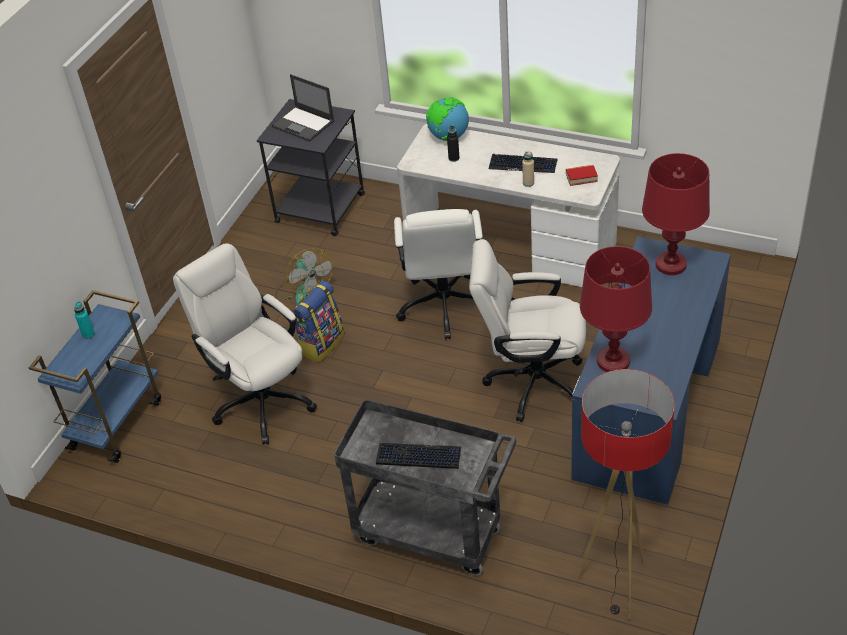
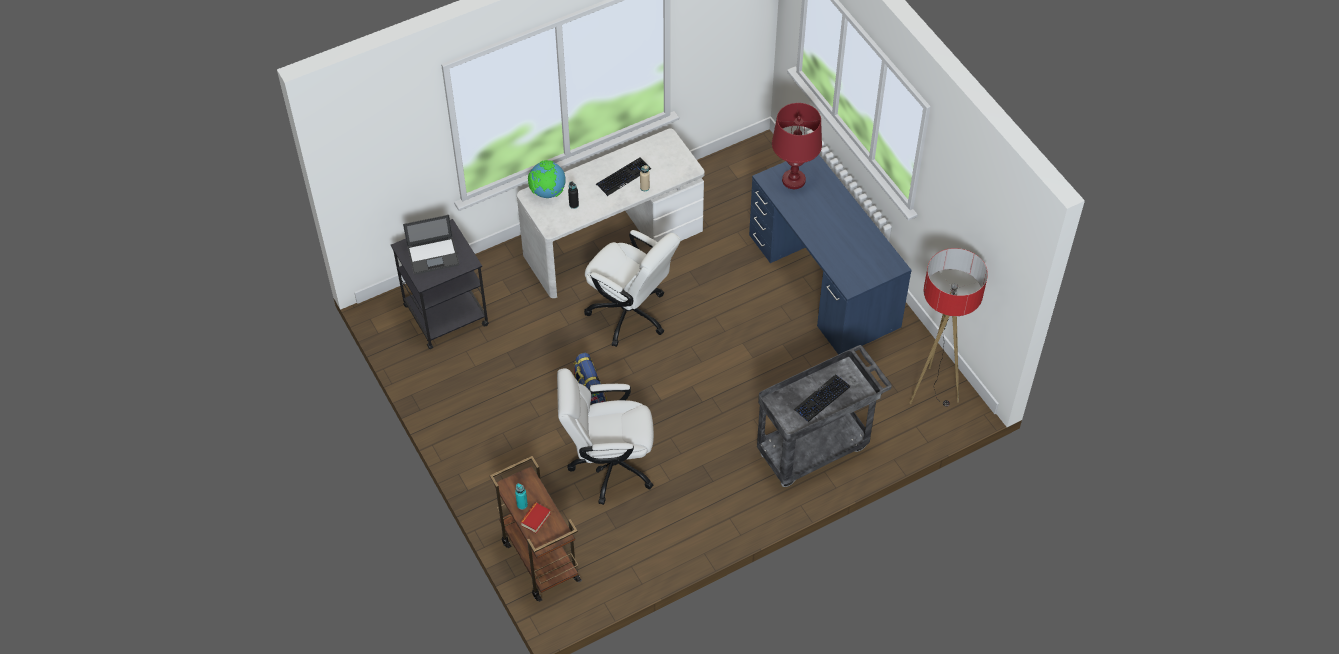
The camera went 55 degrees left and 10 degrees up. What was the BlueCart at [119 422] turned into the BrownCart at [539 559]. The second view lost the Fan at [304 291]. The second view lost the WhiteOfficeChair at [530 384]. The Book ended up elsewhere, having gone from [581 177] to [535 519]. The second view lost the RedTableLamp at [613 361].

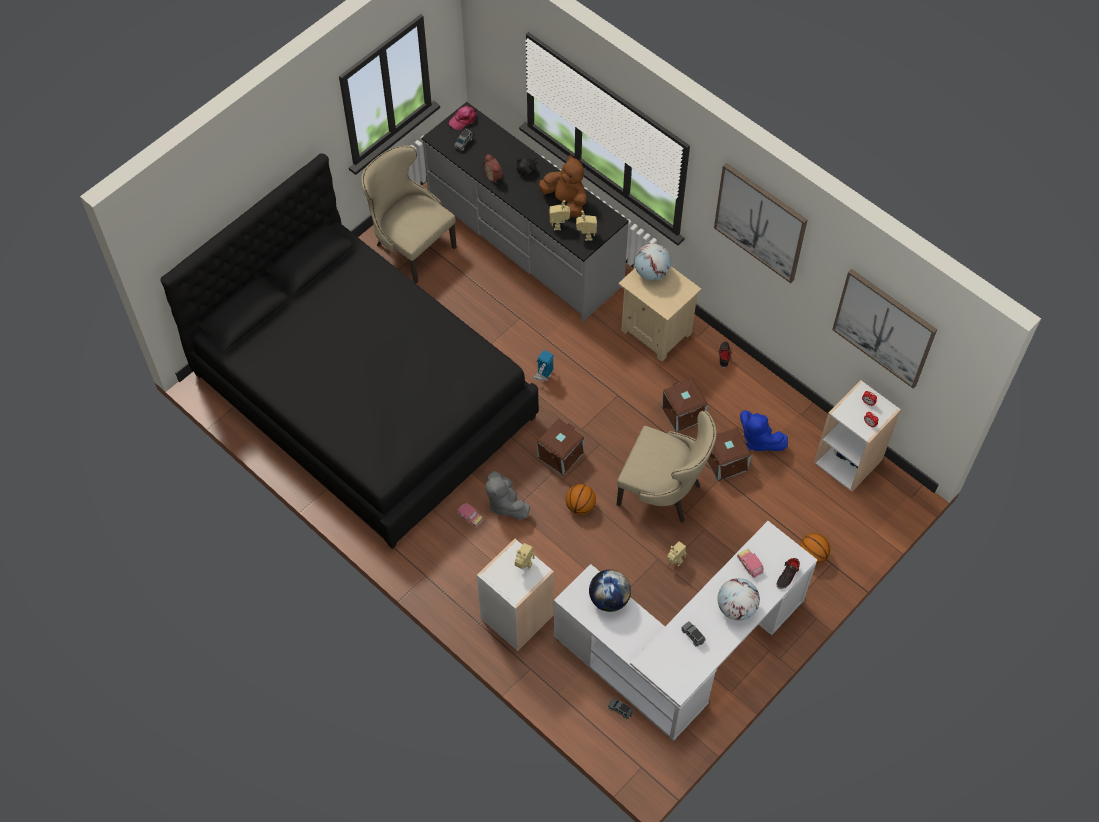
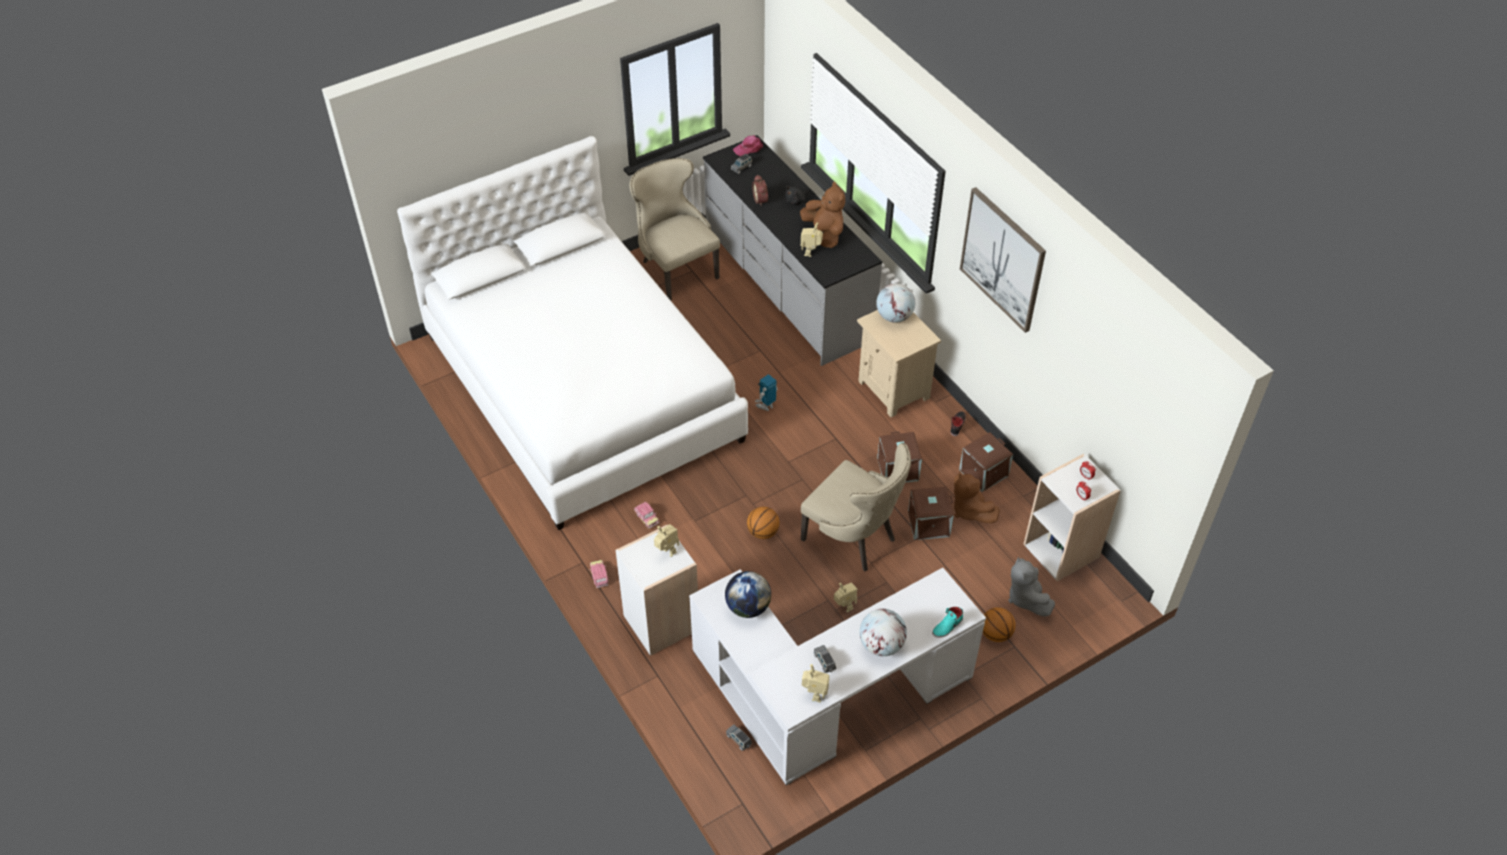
The camera went 15 degrees right and 10 degrees down. What was the BlackBed at [364 395] turned into the WhiteBed at [582 387]. The GreyPlushToy ended up elsewhere, having gone from [505 503] to [1026 598]. The BrownStorageBox ended up elsewhere, having gone from [561 456] to [984 473]. The ToyRobot ended up elsewhere, having gone from [586 236] to [814 694]. The ToyCar ended up elsewhere, having gone from [750 565] to [599 576]. What was the BluePlushToy at [758 440] turned into the BrownPlushToy at [969 510]. What was the BlackShoe at [787 576] turned into the TurquoiseShoe at [947 626]. The second view lost the Picture at [884 328].

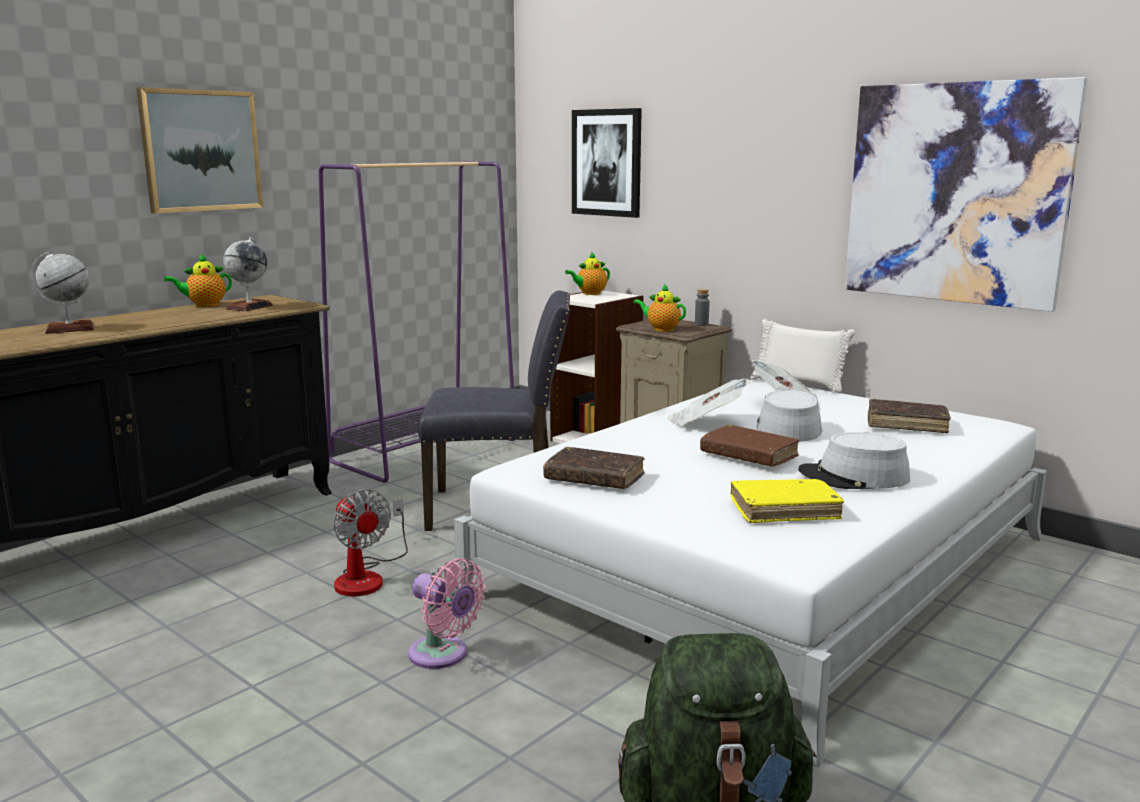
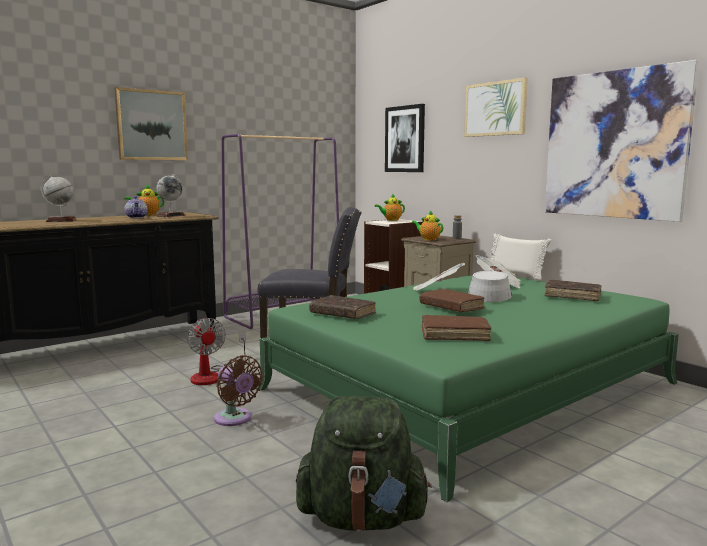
The camera went 10 degrees right and 5 degrees down. What was the PinkFan at [443 655] turned into the BrownFan at [235 419]. What was the WhiteBed at [766 566] turned into the GreenBed at [470 386]. What was the YellowBook at [784 510] turned into the BrownBook at [454 335]. The second view lost the GreyHat at [854 477]. The second view gained the Teapot at [137 217]. The second view gained the Picture at [495 109].

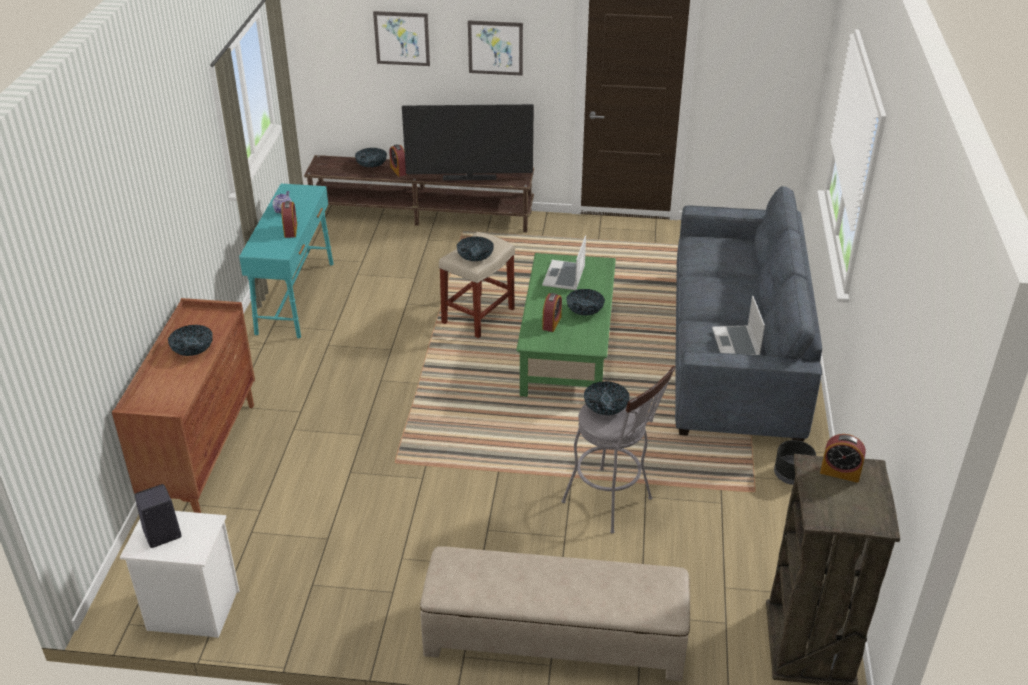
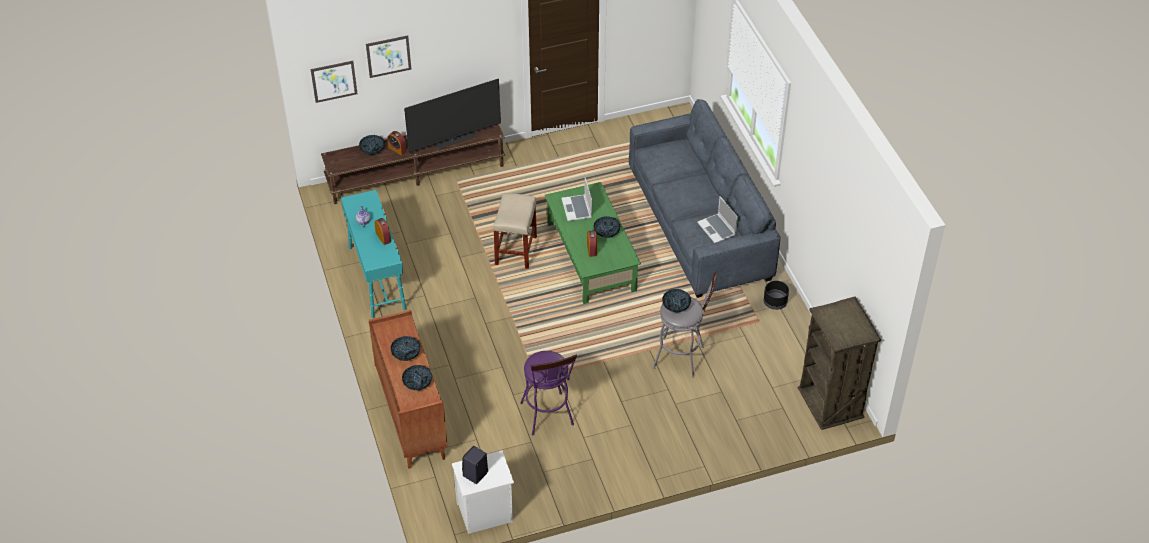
The camera went 25 degrees left and 10 degrees up. The second view lost the BeigeBench at [553 637]. The Bowl ended up elsewhere, having gone from [475 257] to [417 383]. The Picture ended up elsewhere, having gone from [495 48] to [334 81]. The second view lost the AlarmClock at [840 472]. The second view gained the PurpleStool at [548 417].

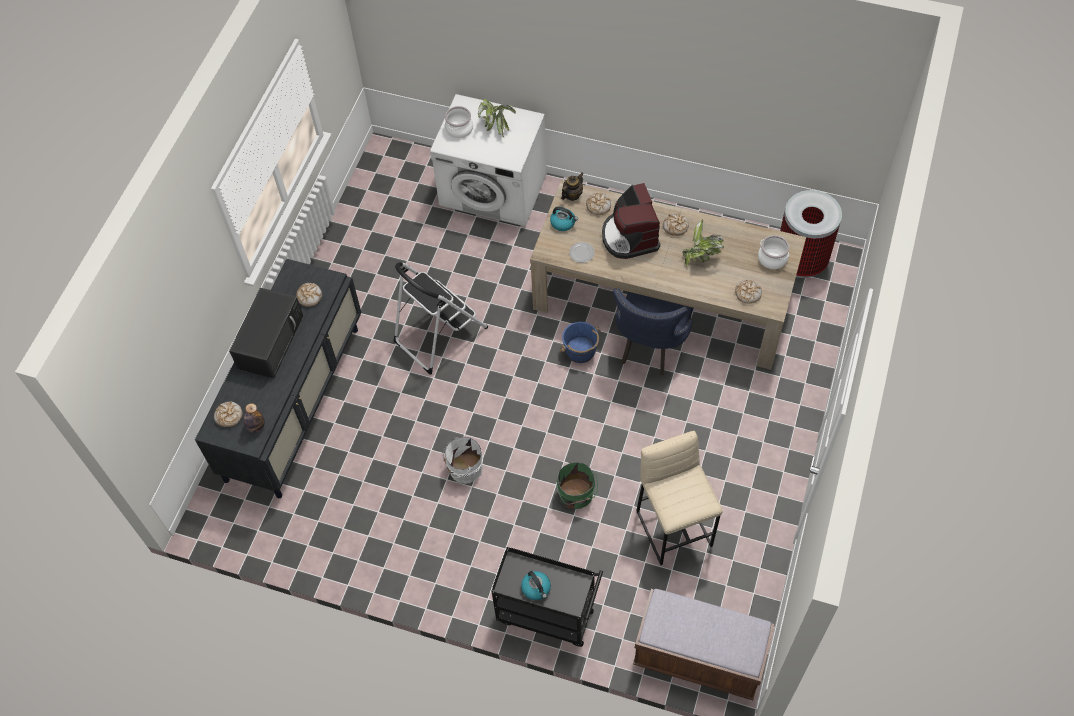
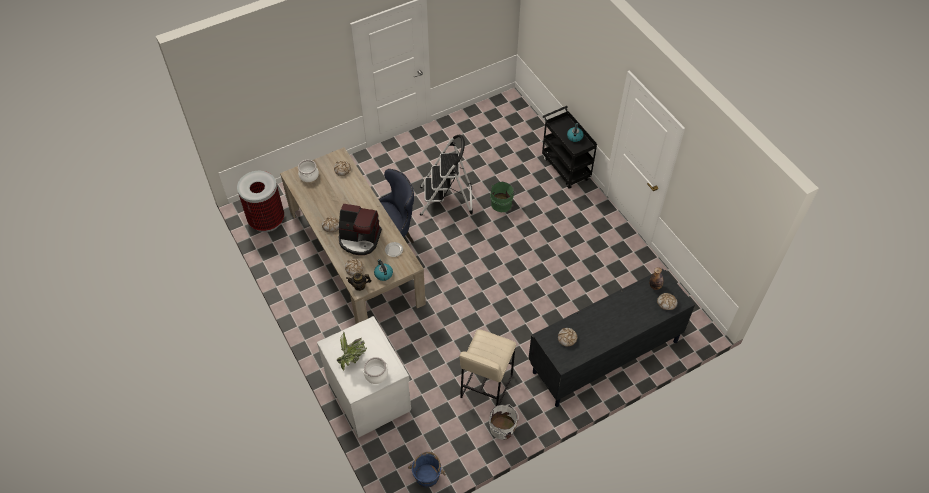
The camera went 140 degrees left and 5 degrees down. The second view lost the BlackMicrowave at [271 340]. The StepLadder ended up elsewhere, having gone from [438 335] to [447 200]. The WhiteBucket ended up elsewhere, having gone from [464 469] to [503 428]. The BlueBucket ended up elsewhere, having gone from [580 351] to [427 475]. The CoffeeMachine at [629 236] ended up facing another way, 75 degrees clockwise from before. The second view lost the BrownBench at [698 657]. The BeigeStool ended up elsewhere, having gone from [673 527] to [486 387]. The second view lost the PottedPlant at [702 256].

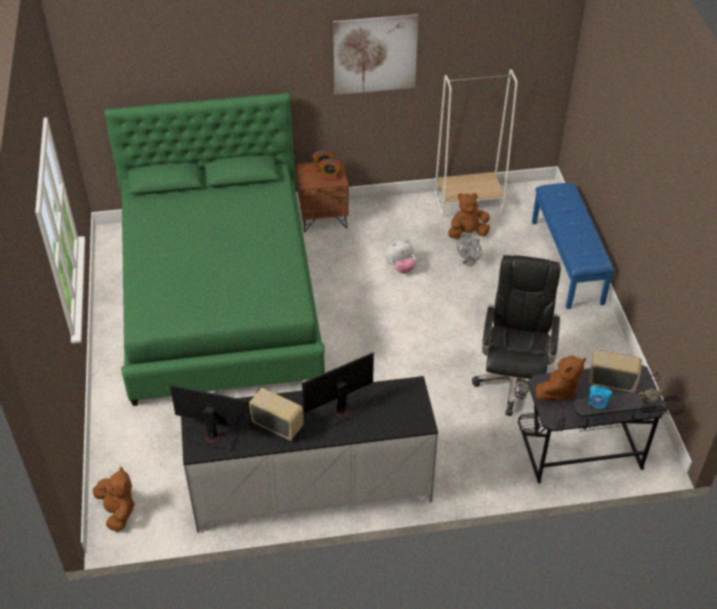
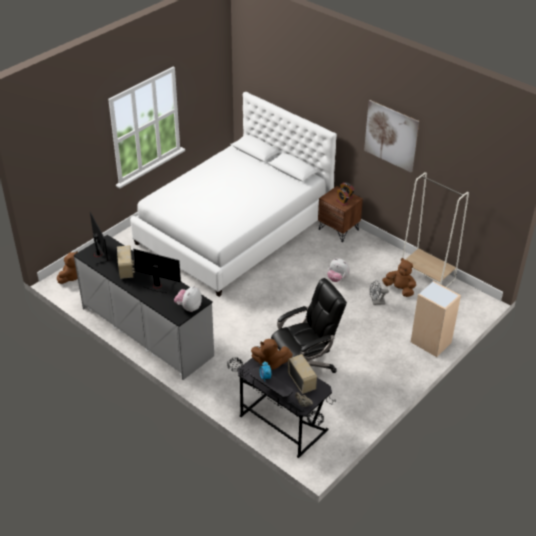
The camera went 50 degrees right and 5 degrees down. What was the GreenBed at [220 298] turned into the WhiteBed at [235 229]. Where the BlueBench stood at [567 262], the Bookcase came to stand at [431 342]. The second view gained the PlushToy at [189 307].

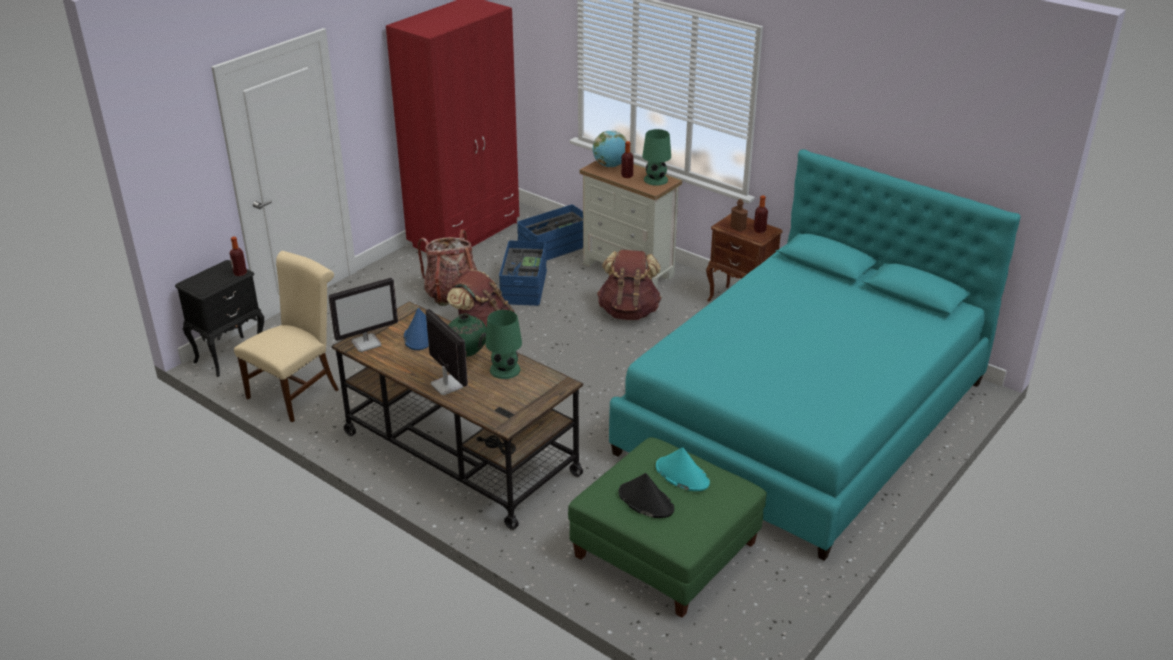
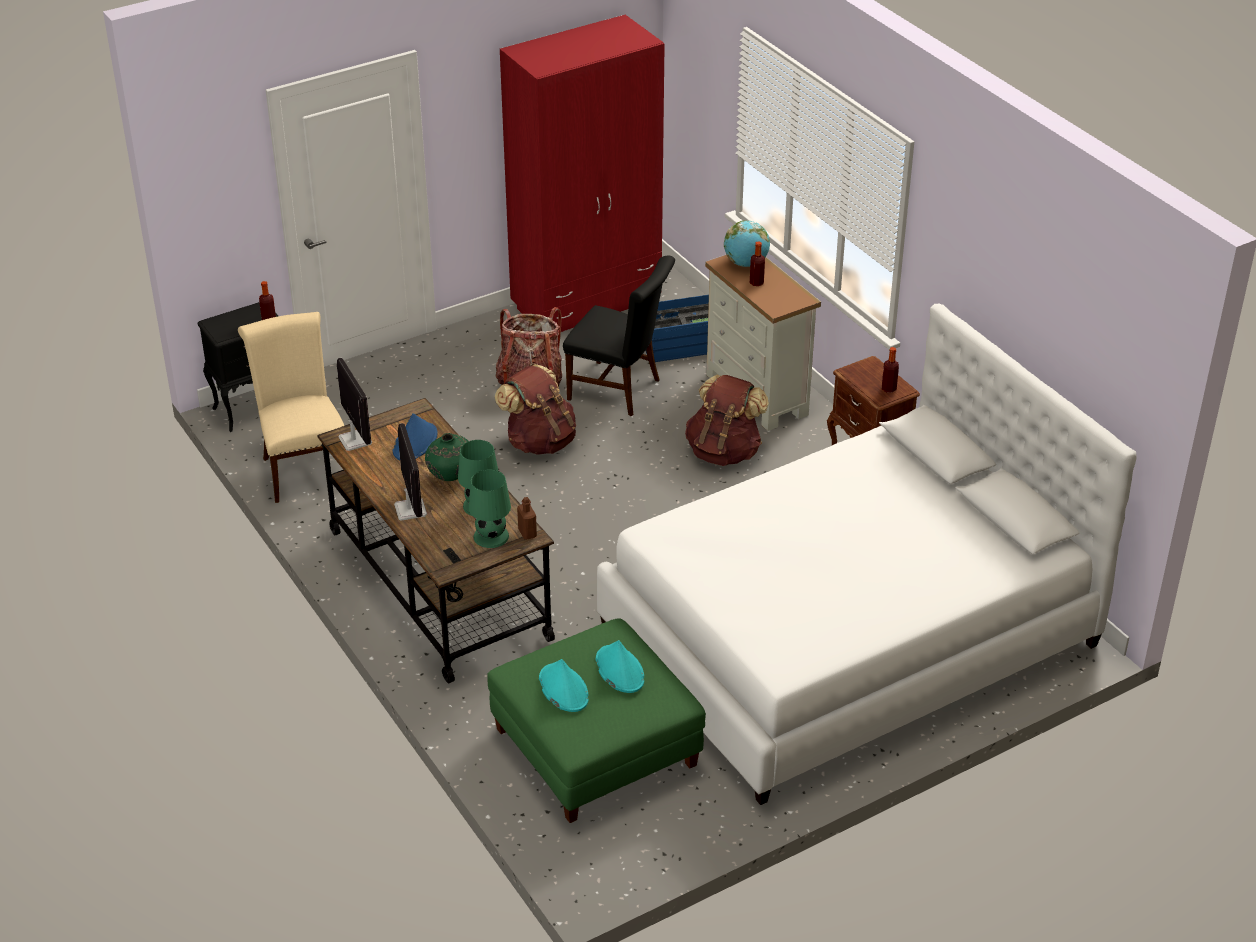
The camera went 20 degrees right and 5 degrees up. The BeigeChair at [297 391] ended up facing another way, 75 degrees counterclockwise from before. The Monitor at [367 343] ended up facing another way, 105 degrees counterclockwise from before. Where the BlueStorageBox stood at [524 286], the BlackChair came to stand at [619 390]. What was the TurquoiseBed at [804 417] turned into the WhiteBed at [849 635]. What was the BlackHat at [645 501] turned into the TurquoiseHat at [563 689]. The GreenTableLamp ended up elsewhere, having gone from [655 179] to [491 536]. The BrownBottle ended up elsewhere, having gone from [738 228] to [527 533].

